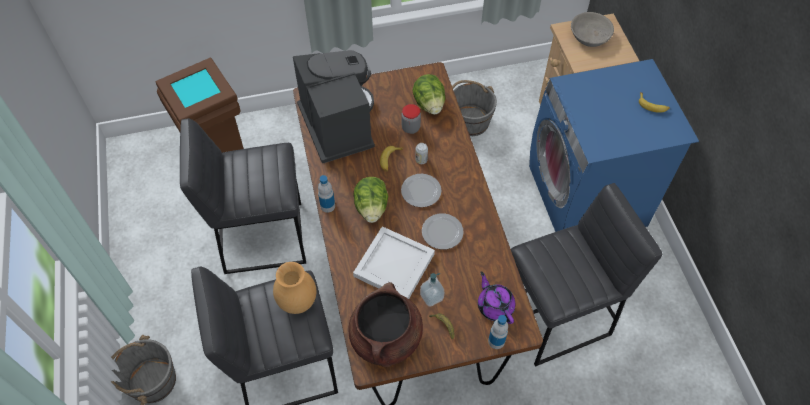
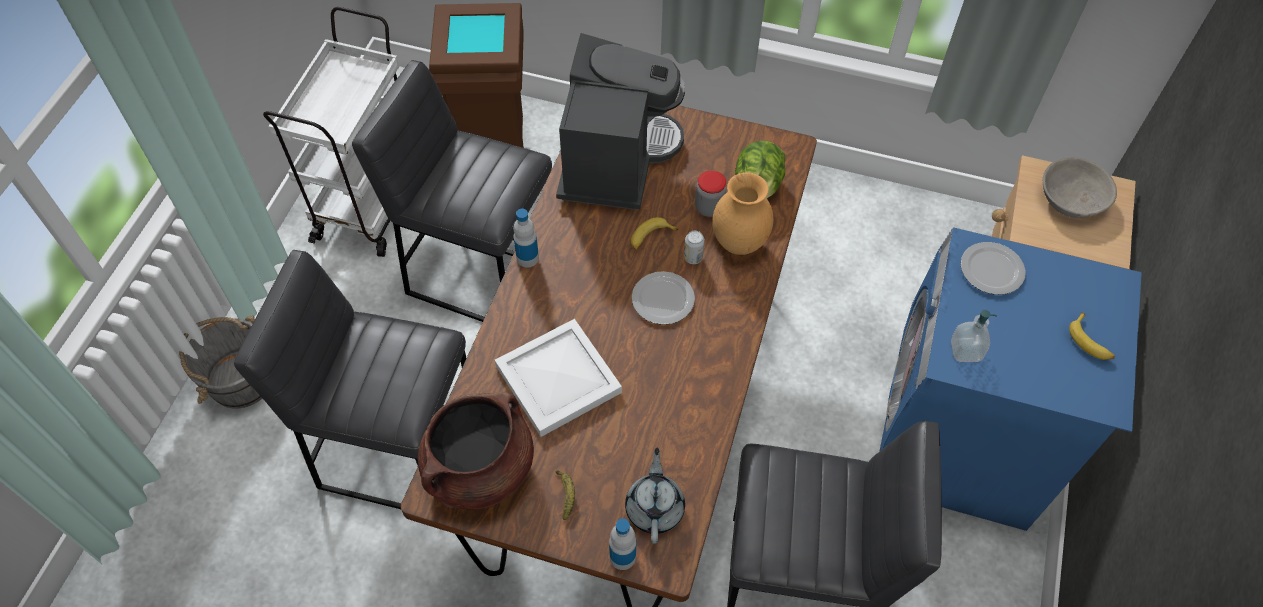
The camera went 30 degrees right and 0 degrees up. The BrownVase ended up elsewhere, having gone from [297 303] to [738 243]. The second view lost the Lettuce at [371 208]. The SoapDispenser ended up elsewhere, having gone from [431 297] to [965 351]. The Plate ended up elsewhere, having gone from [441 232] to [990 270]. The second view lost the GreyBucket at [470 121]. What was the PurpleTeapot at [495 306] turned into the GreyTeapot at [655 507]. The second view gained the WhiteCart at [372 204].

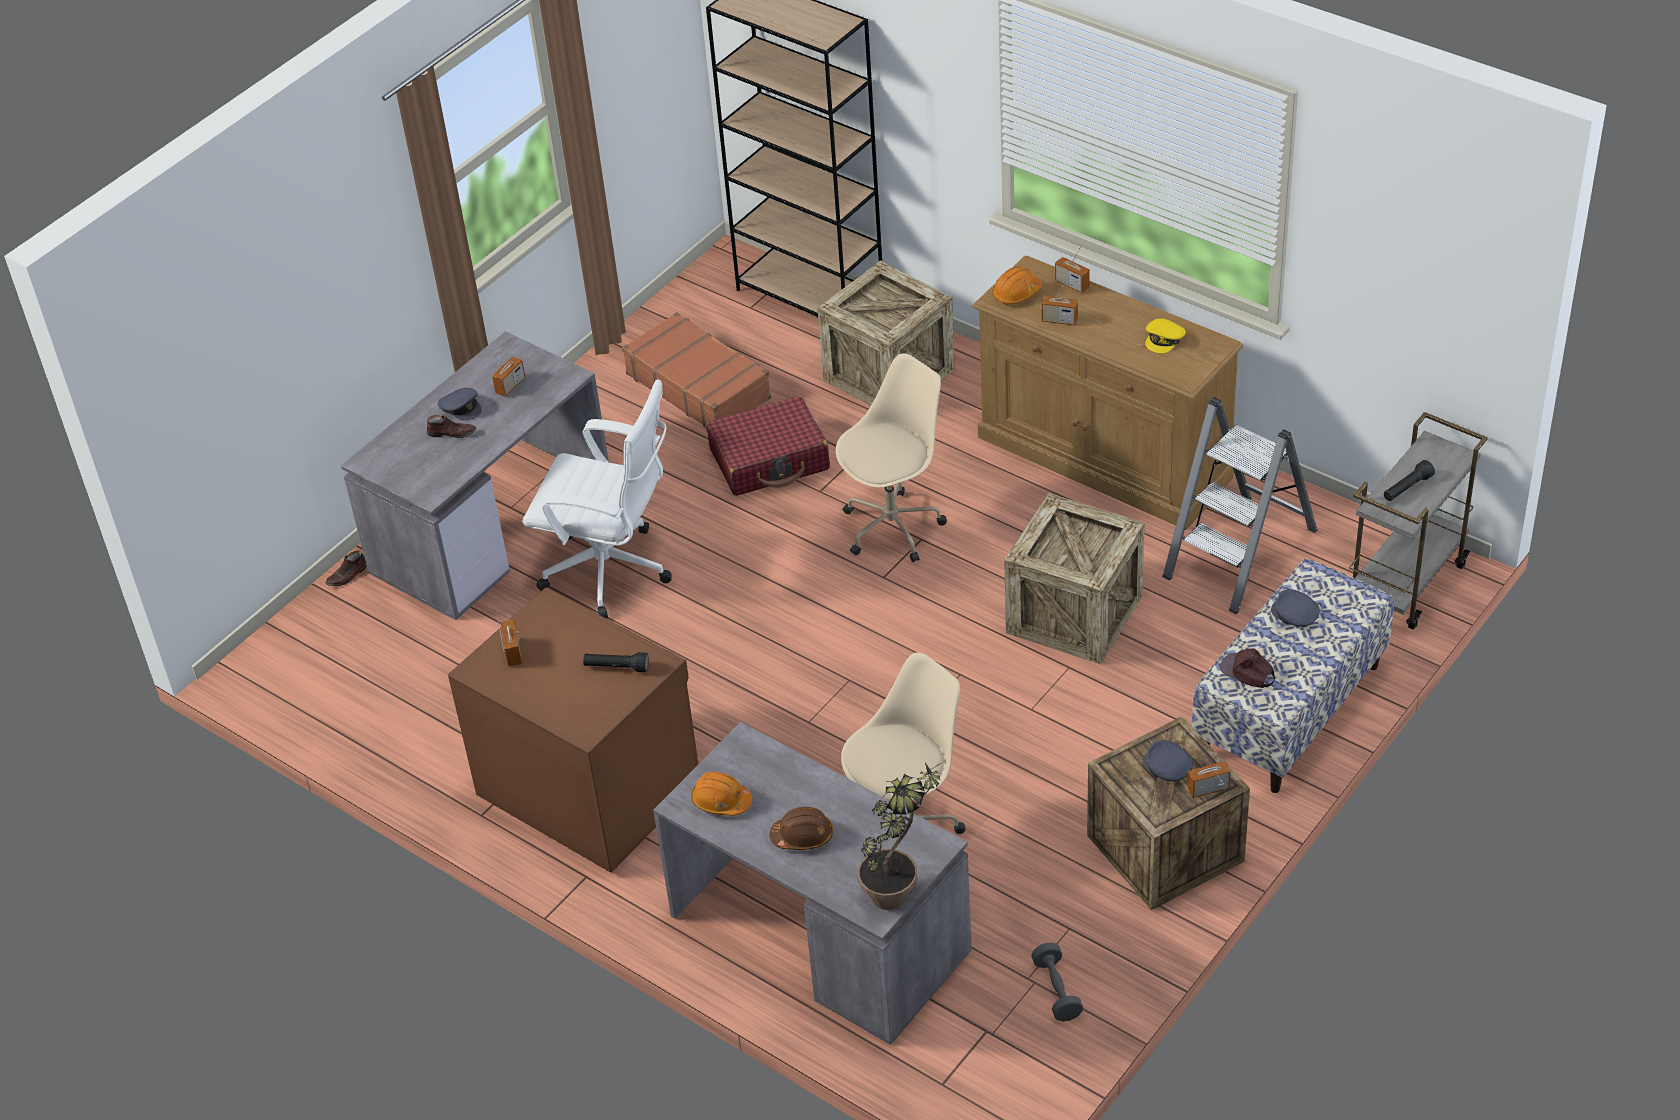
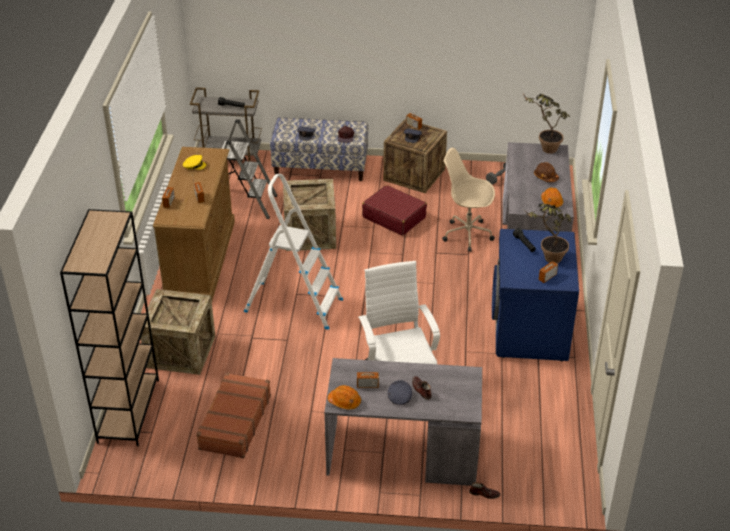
The camera went 125 degrees left and 5 degrees down. What was the BrownWashingMachine at [590 789] turned into the BlueWashingMachine at [528 330]. The RedSuitcase ended up elsewhere, having gone from [770 460] to [394 217]. Where the BeigeOfficeChair stood at [894 527], the WhiteStepLadder came to stand at [294 305]. The OrangeHardHat ended up elsewhere, having gone from [1016 294] to [344 401]. The second view gained the PottedPlant at [547 259].

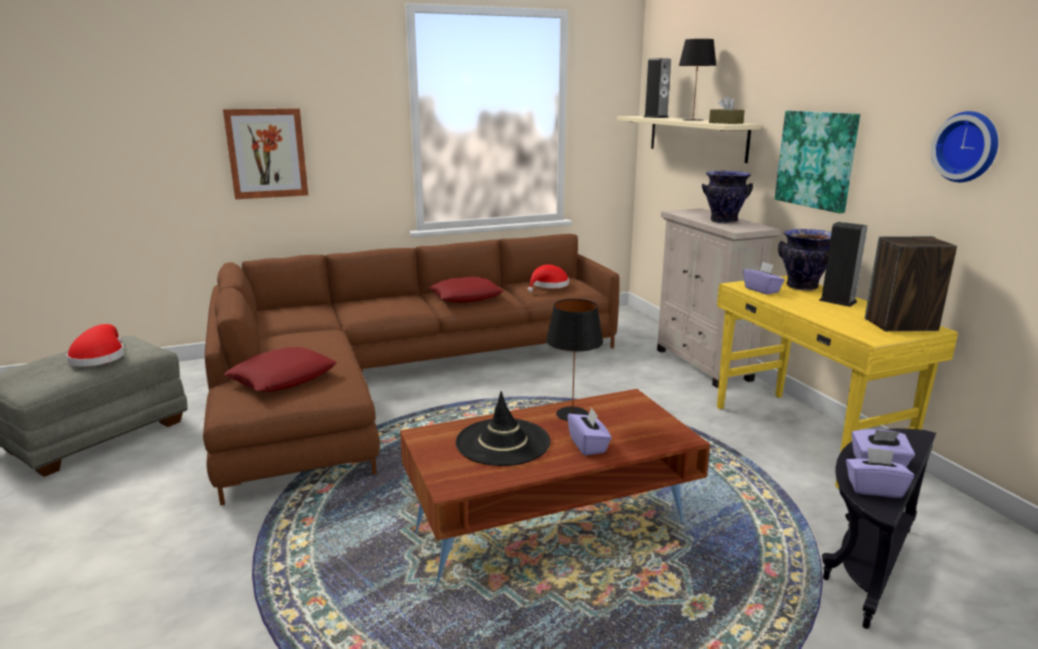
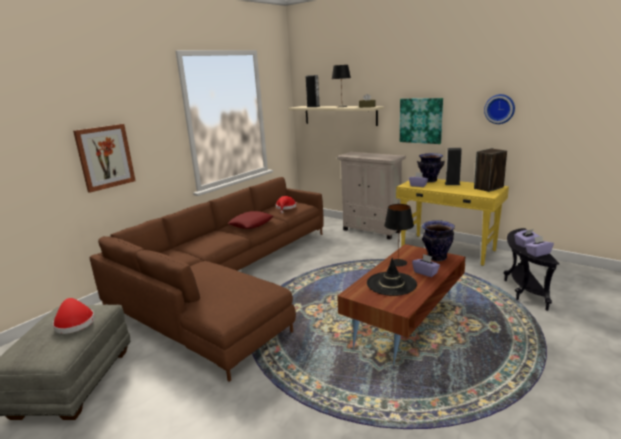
The camera went 30 degrees left and 0 degrees up. The second view lost the RedPillow at [283 378]. The Vase ended up elsewhere, having gone from [723 221] to [436 257].

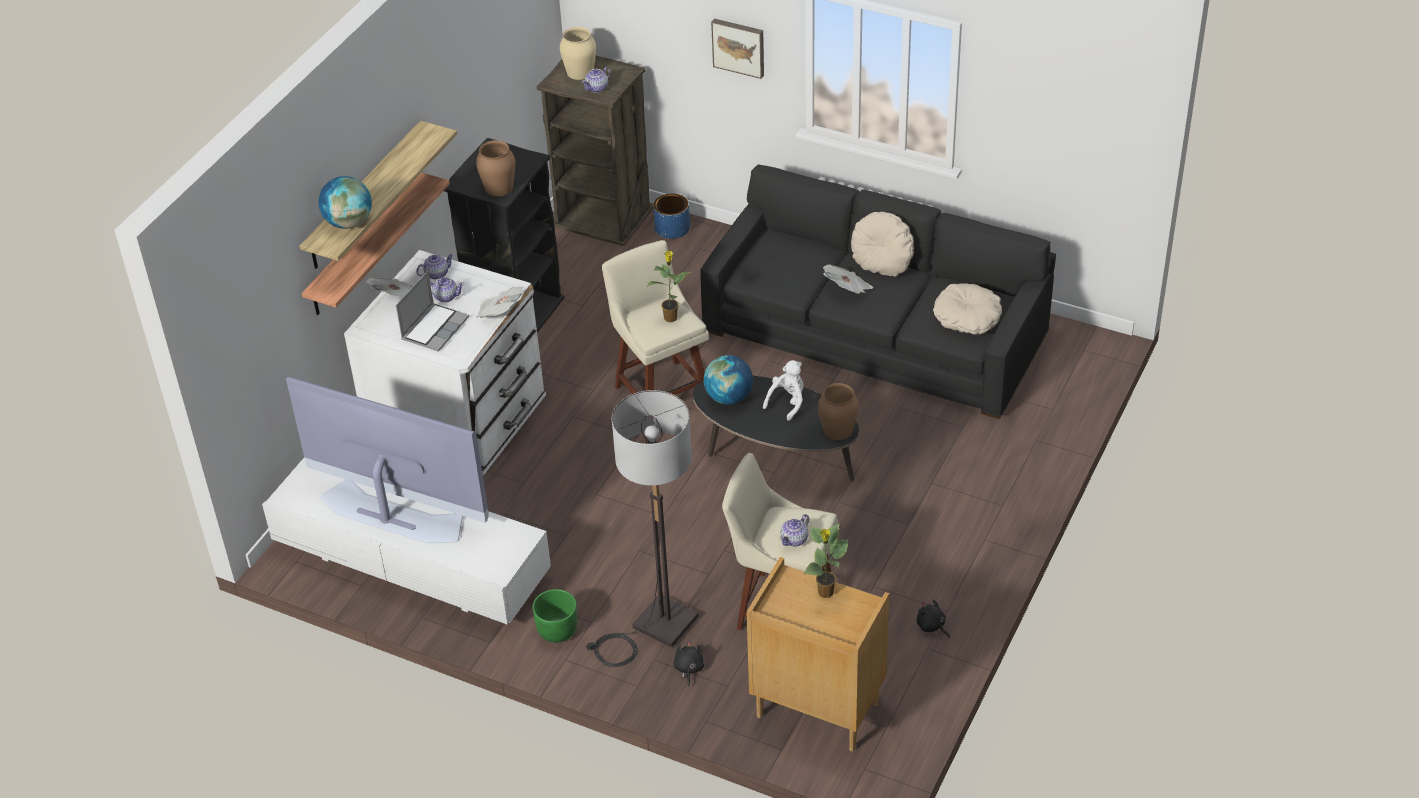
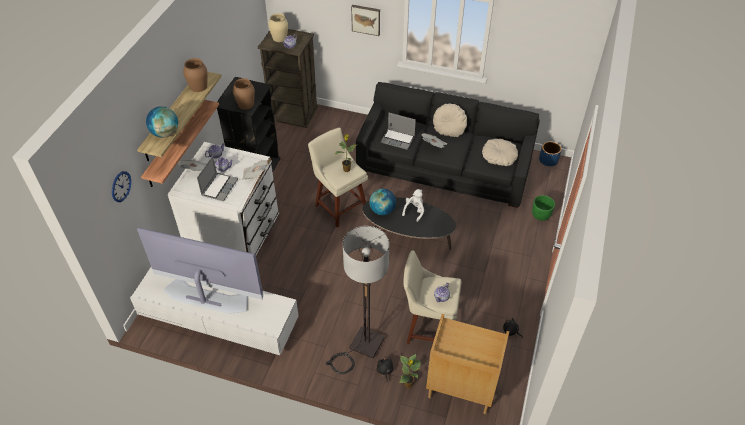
The camera went 10 degrees left and 5 degrees up. The GreenPlanter ended up elsewhere, having gone from [557 630] to [541 215]. The BluePlanter ended up elsewhere, having gone from [672 228] to [548 160]. The PottedPlant ended up elsewhere, having gone from [825 593] to [408 385]. The BrownVase ended up elsewhere, having gone from [838 429] to [199 86]. The second view gained the WallClock at [121 186]. The second view gained the Laptop at [398 139].

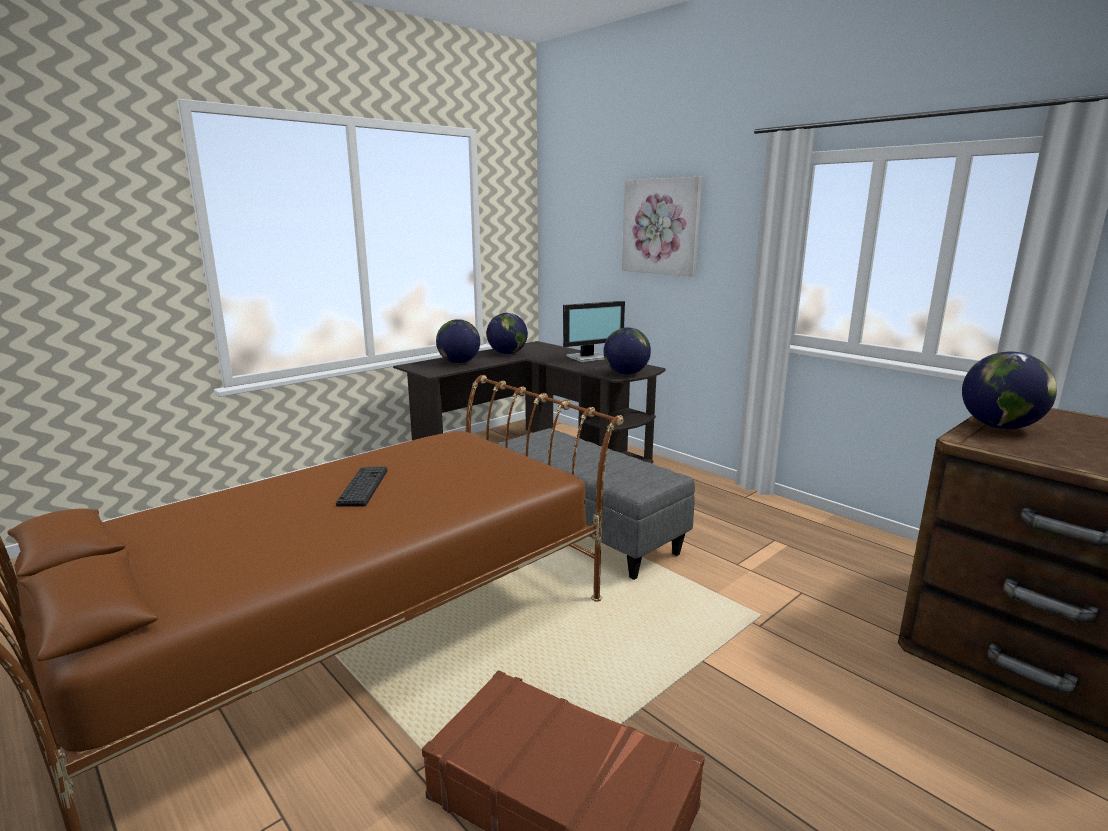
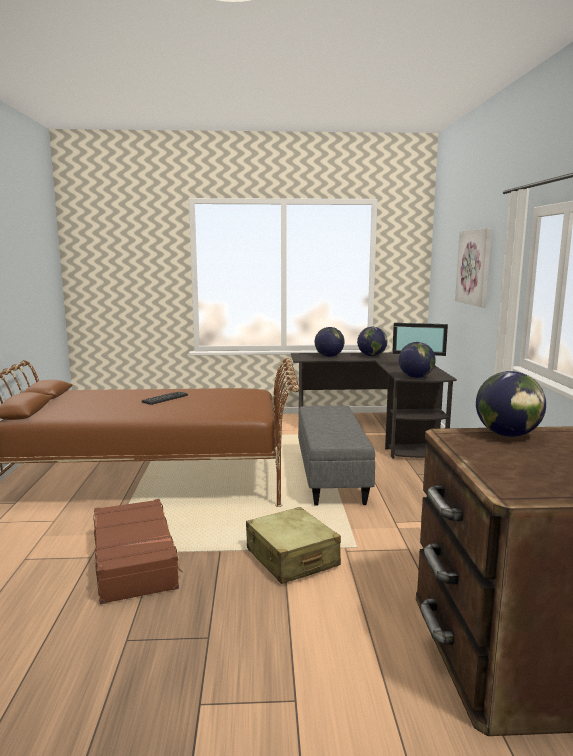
The camera went 40 degrees right and 5 degrees down. The second view gained the BeigeSuitcase at [292 558].

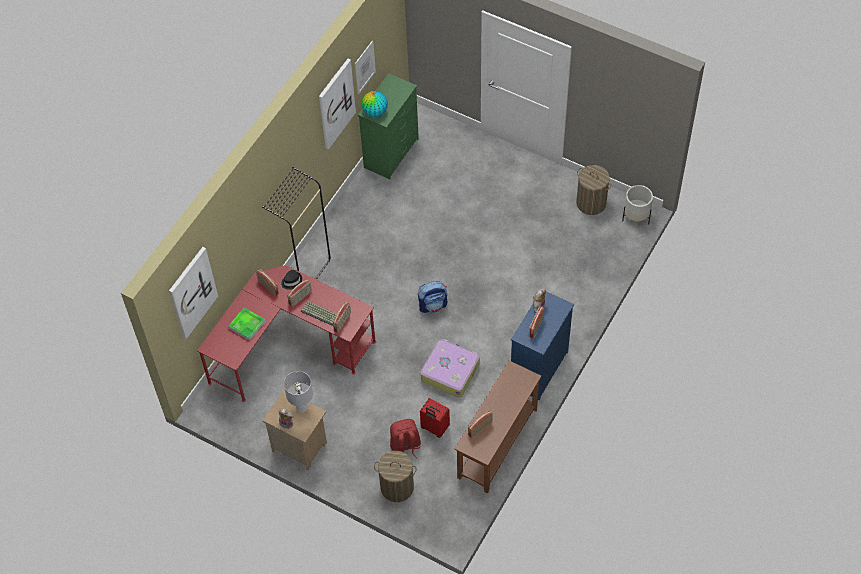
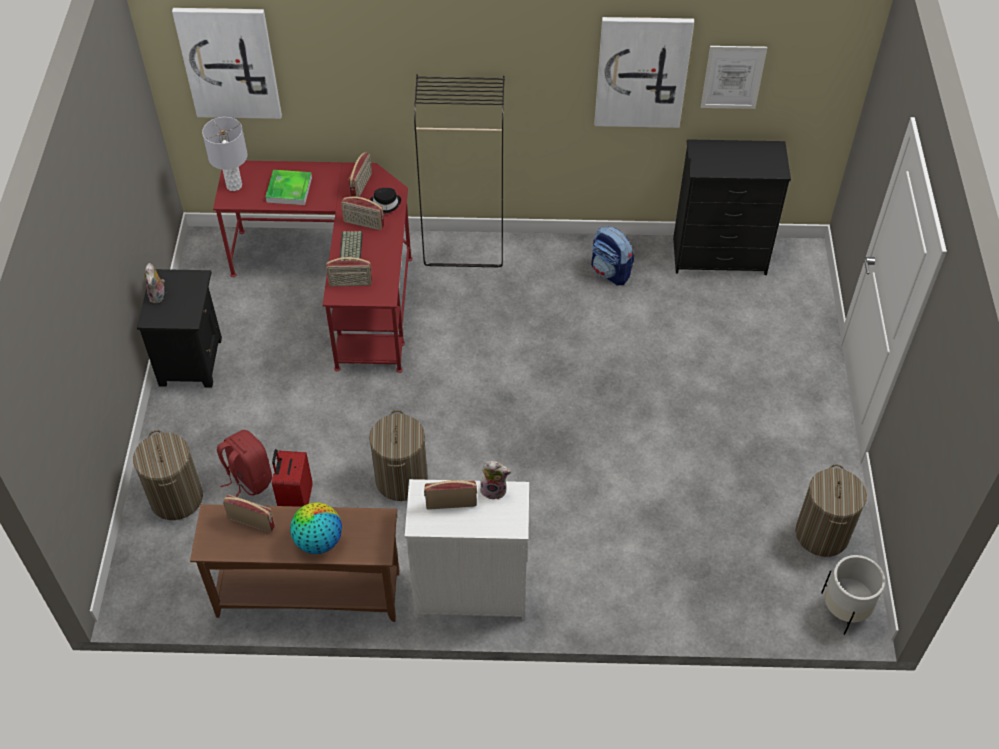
The camera went 60 degrees right and 5 degrees down. What was the BeigeNightstand at [299 445] turned into the BlackNightstand at [193 360]. The GreyTableLamp ended up elsewhere, having gone from [302 407] to [234 185]. What was the GreenDresser at [392 153] turned into the BlackDresser at [720 257]. The Globe ended up elsewhere, having gone from [375 112] to [318 541]. The Backpack ended up elsewhere, having gone from [433 305] to [610 272]. Where the Suitcase stood at [450 371], the LaundryBasket came to stand at [401 479]. What was the BlueDresser at [538 369] turned into the WhiteDresser at [469 592].

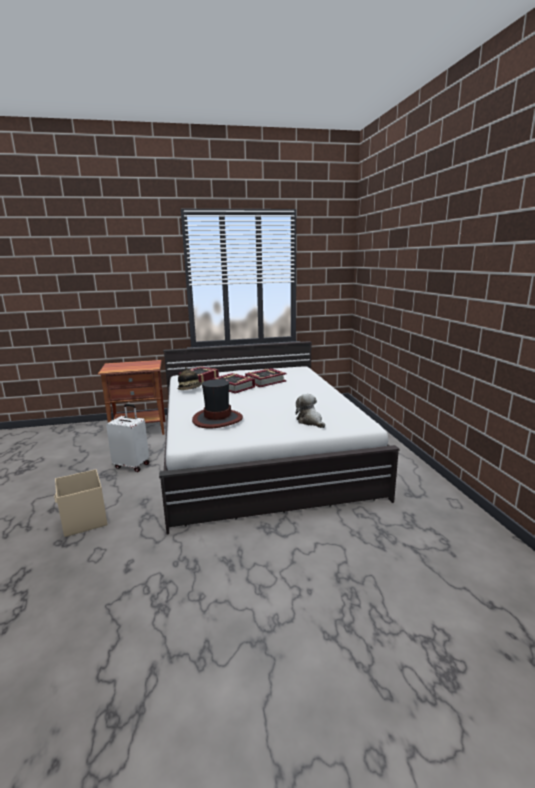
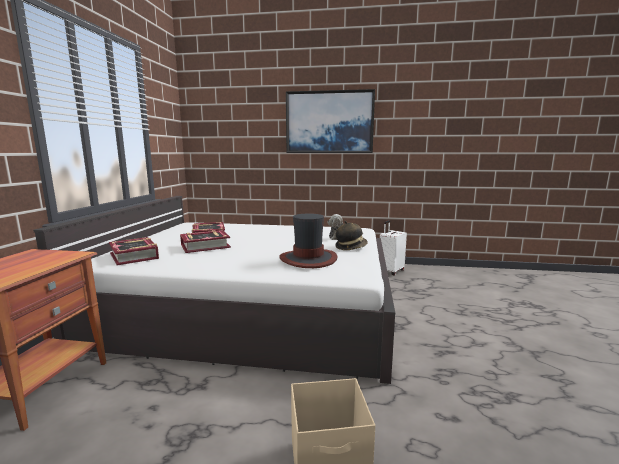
The camera went 70 degrees left and 5 degrees down. The WhiteSuitcase ended up elsewhere, having gone from [132 465] to [390 271]. The Hat ended up elsewhere, having gone from [190 389] to [350 247]. The second view gained the Picture at [329 122].

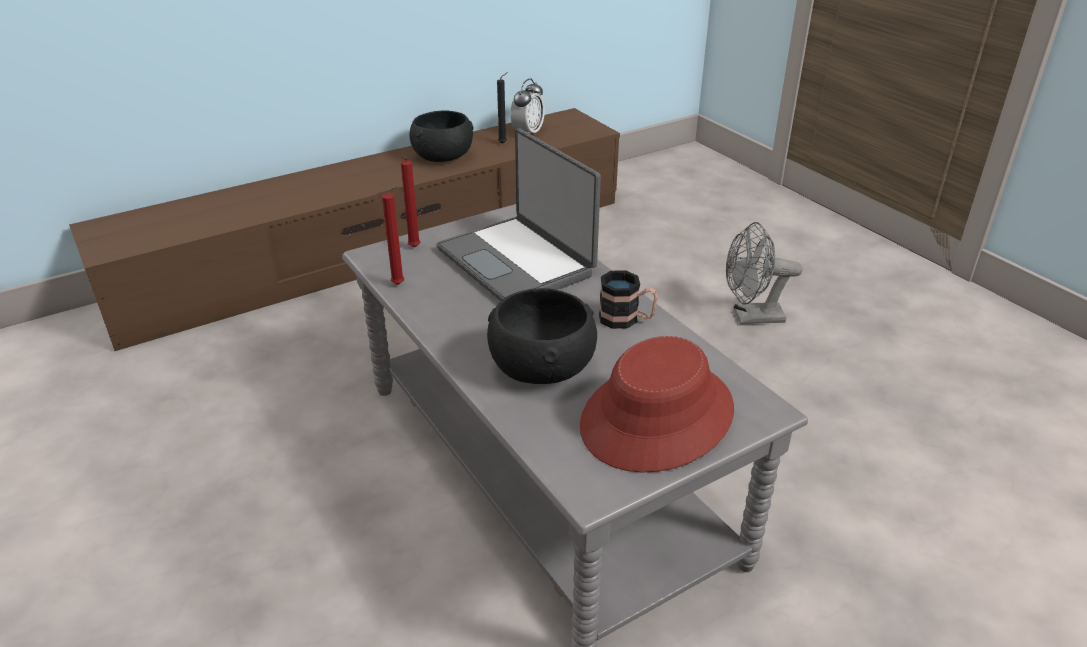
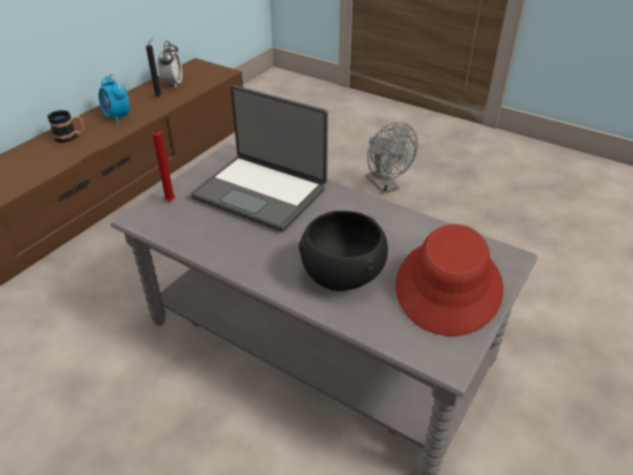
The camera went 25 degrees left and 5 degrees up. The second view lost the RedCandle at [400 285]. Where the BlackBowl stood at [443 157], the AlarmClock came to stand at [117 117]. The Mug ended up elsewhere, having gone from [626 319] to [70 137]. The GreyFan at [750 317] ended up facing another way, 90 degrees counterclockwise from before.

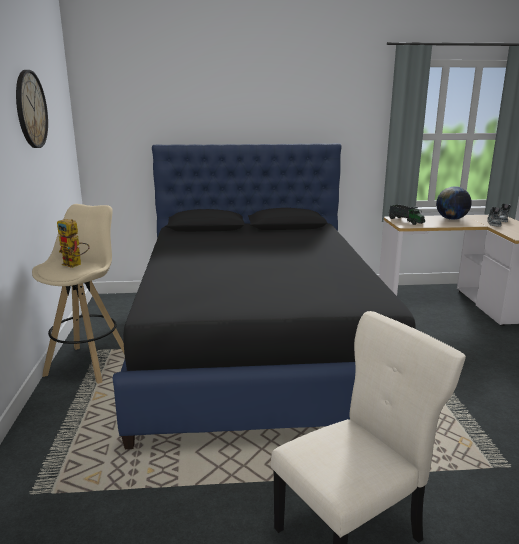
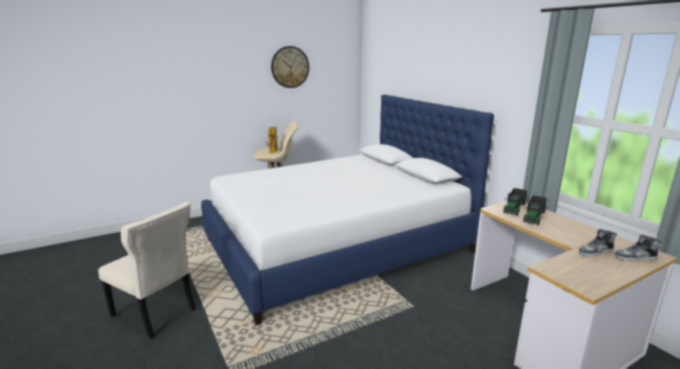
The camera went 65 degrees right and 0 degrees up. What was the BlackBed at [257 345] turned into the WhiteBed at [338 245]. The second view lost the Globe at [451 219]. The second view gained the ToyTruck at [534 217].

